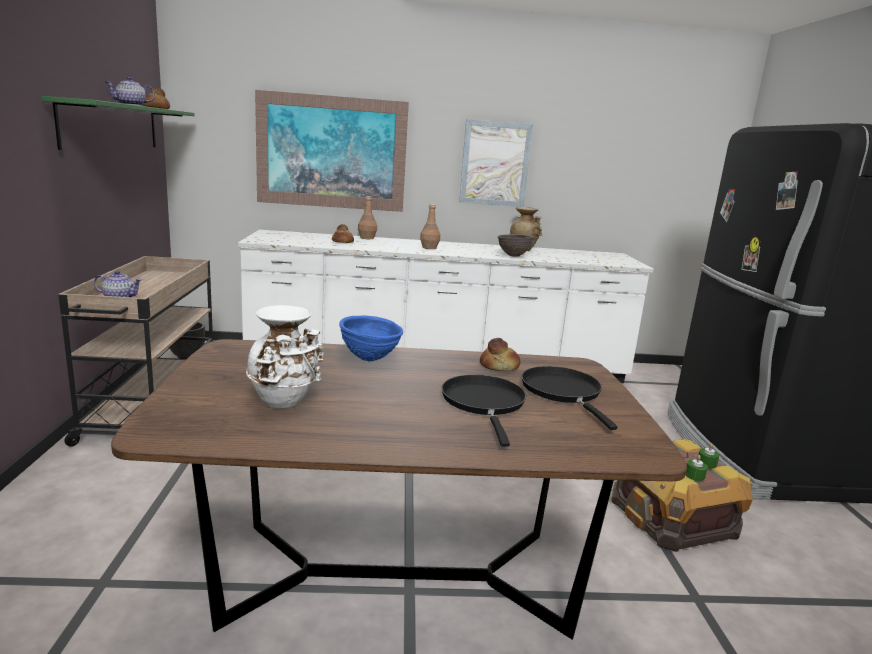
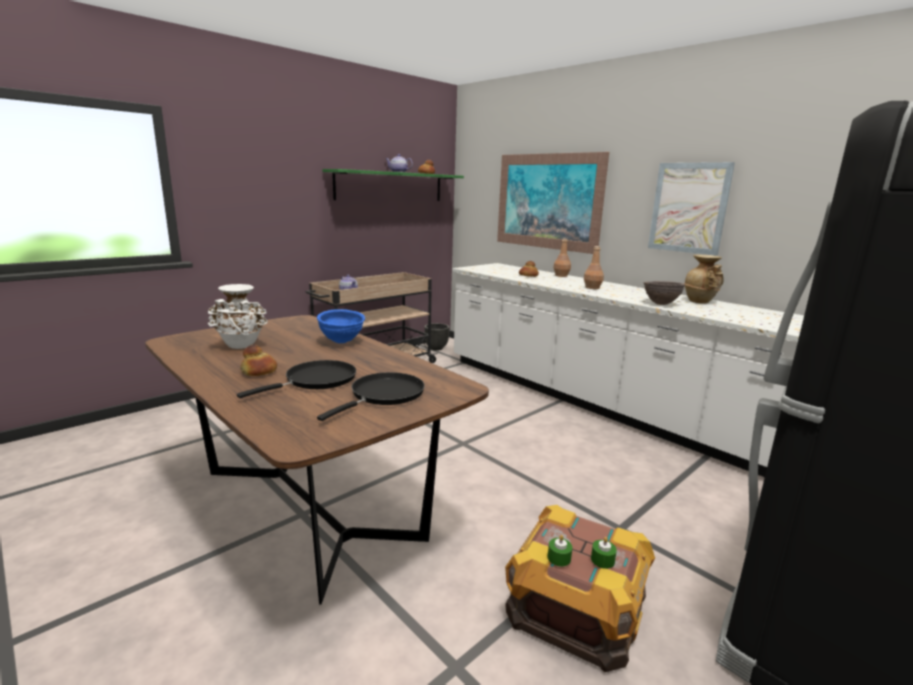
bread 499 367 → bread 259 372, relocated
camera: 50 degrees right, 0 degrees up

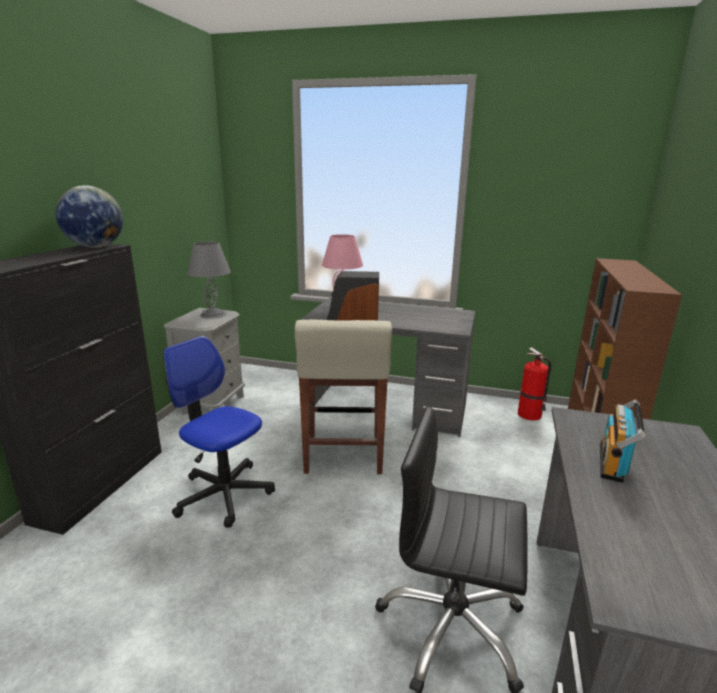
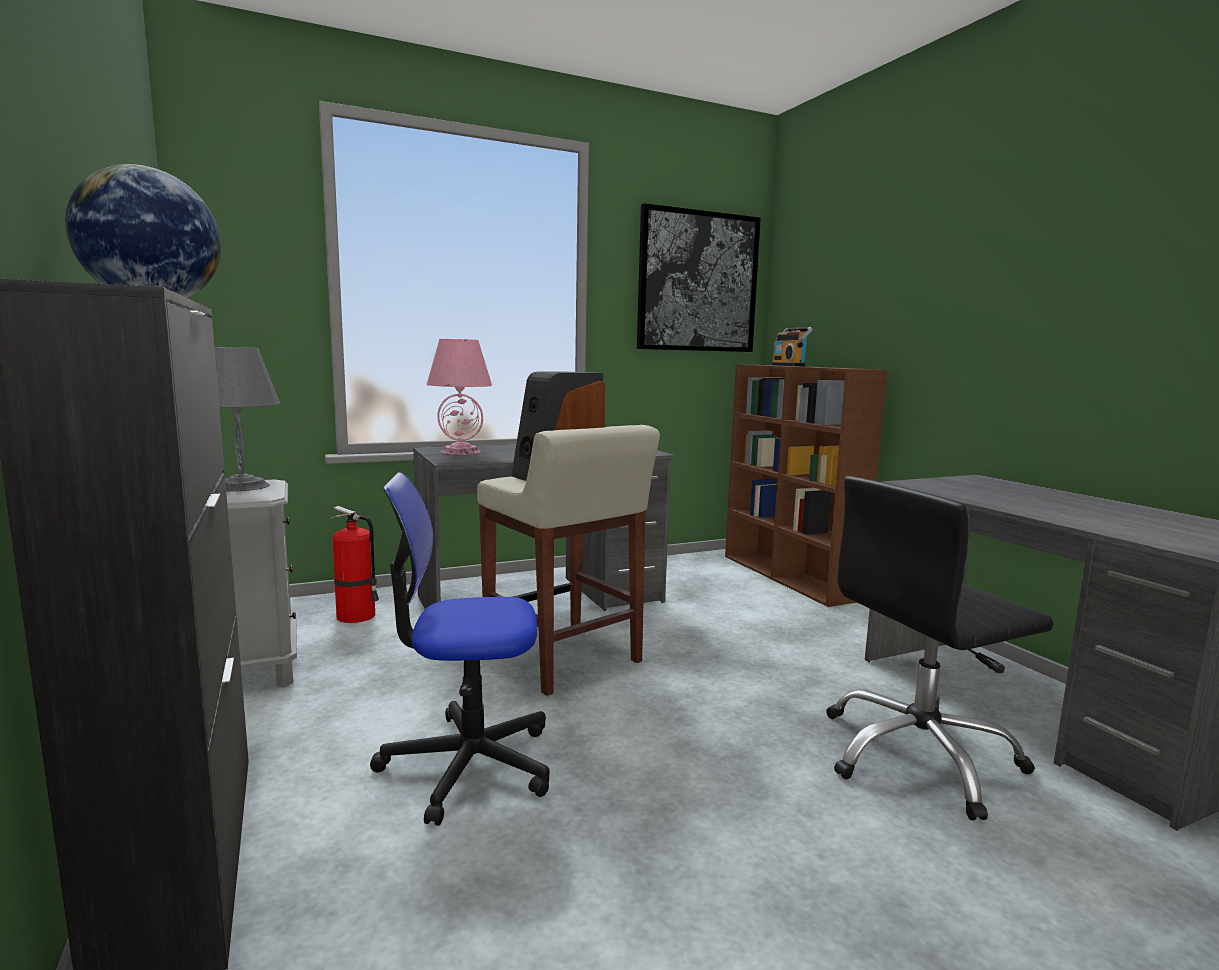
fire_extinguisher 530 415 → fire_extinguisher 358 616, relocated
radio 615 463 → radio 789 365, relocated
- → picture 697 282
camera: 40 degrees left, 10 degrees down

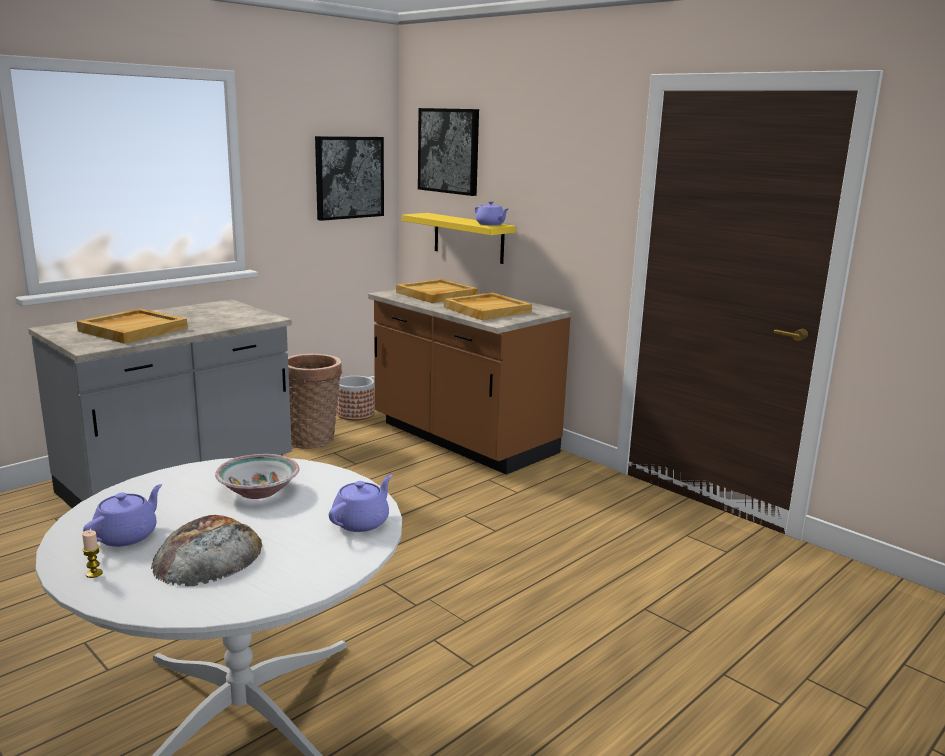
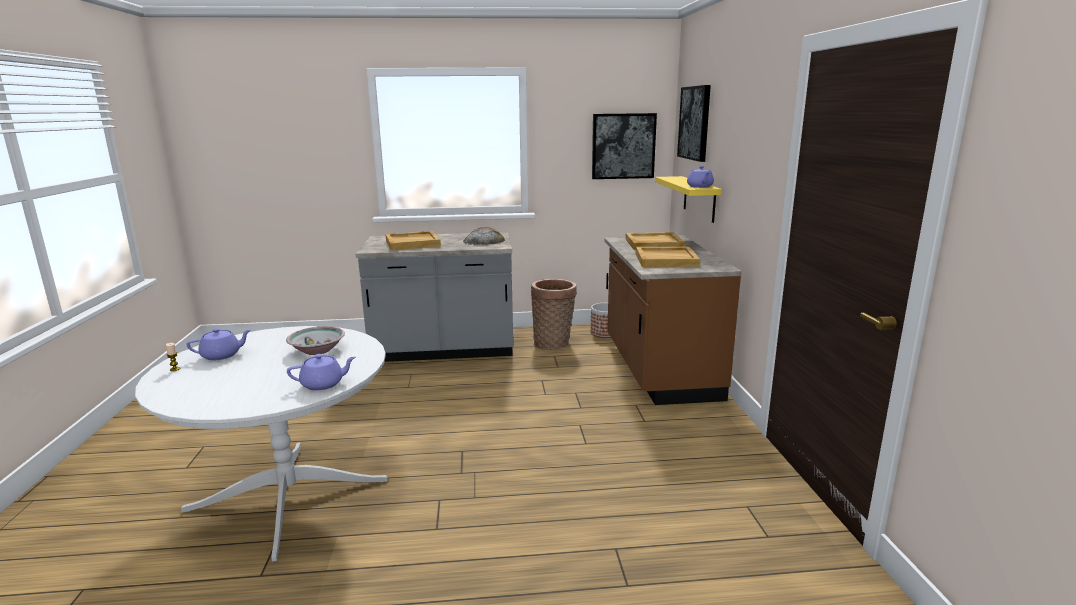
bread 208 555 → bread 484 240, relocated
camera: 40 degrees right, 0 degrees up

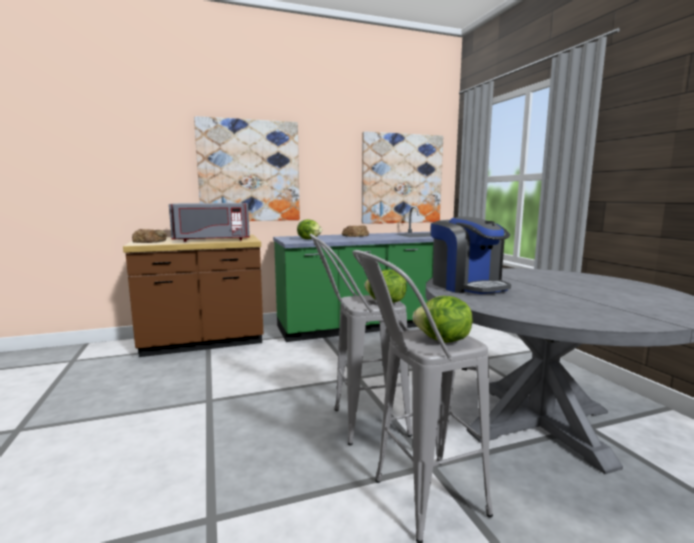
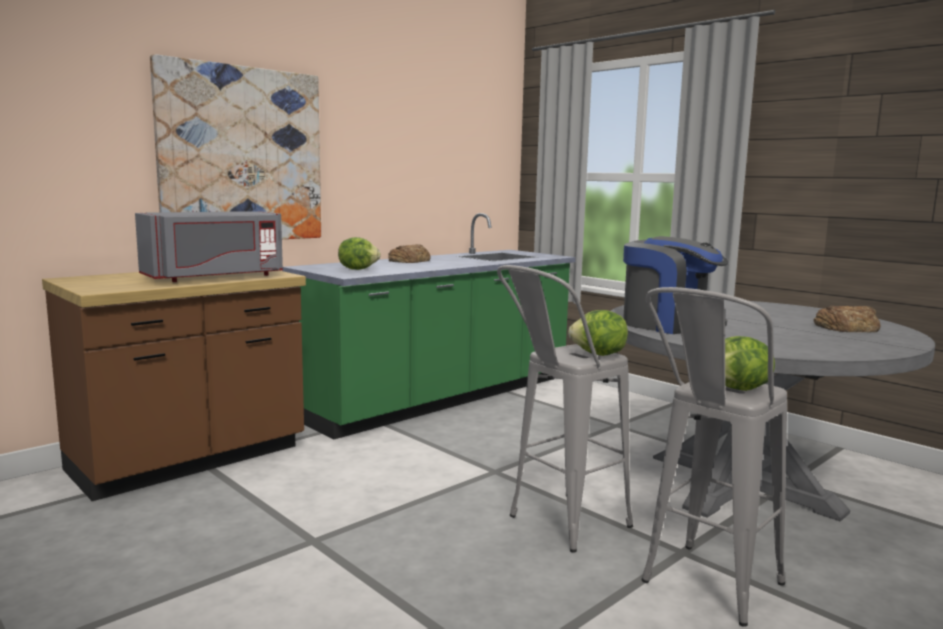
bread 149 241 → bread 847 327, relocated
picture 402 179 → -
camera: 25 degrees left, 0 degrees up

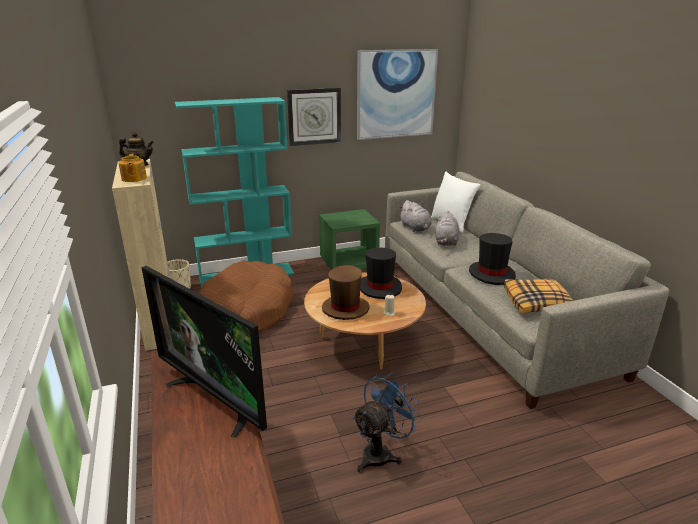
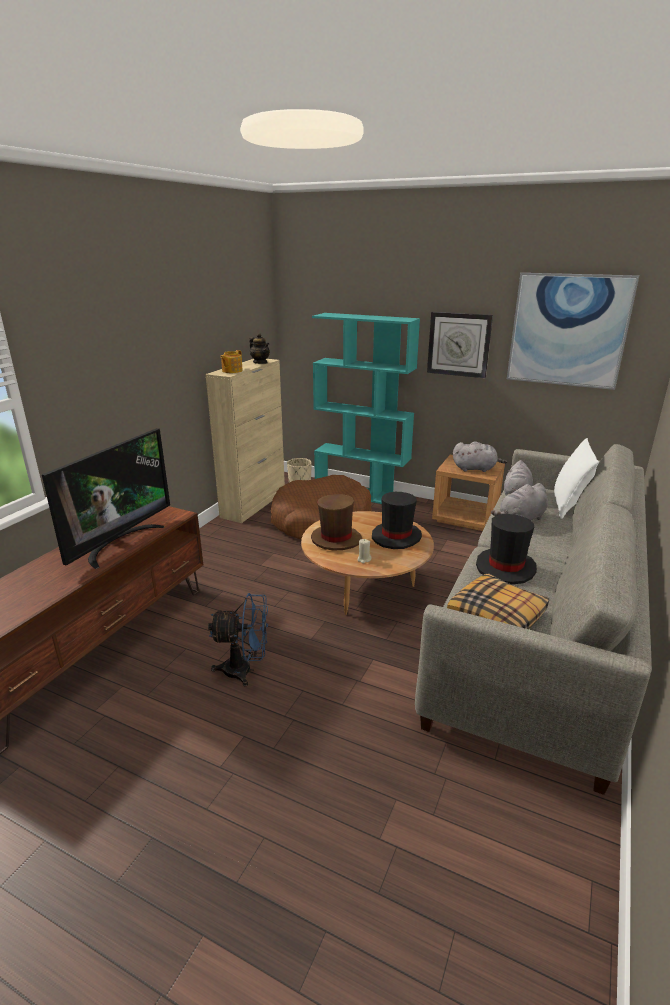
television 216 399 → television 119 543, 150 degrees counterclockwise
green_nightstand 349 263 → brown_nightstand 466 517
- → grey_plush_toy 476 469
camera: 45 degrees right, 0 degrees up

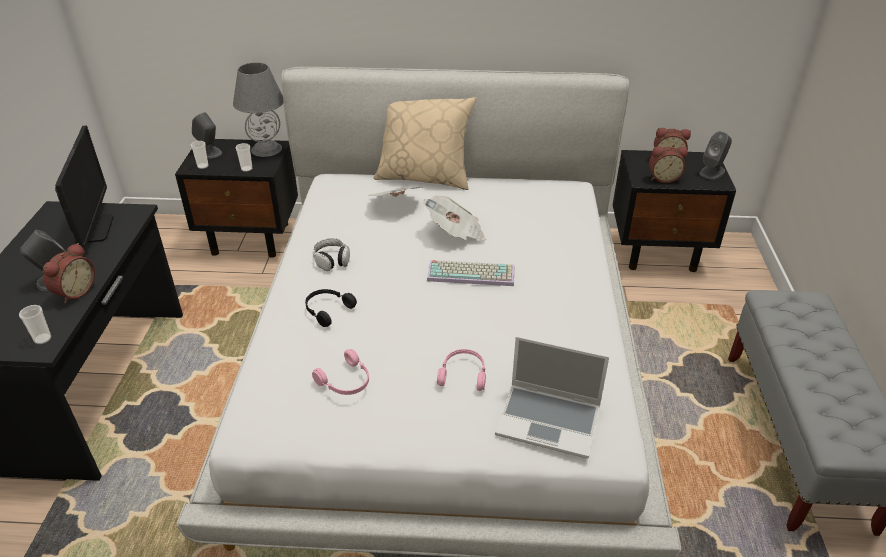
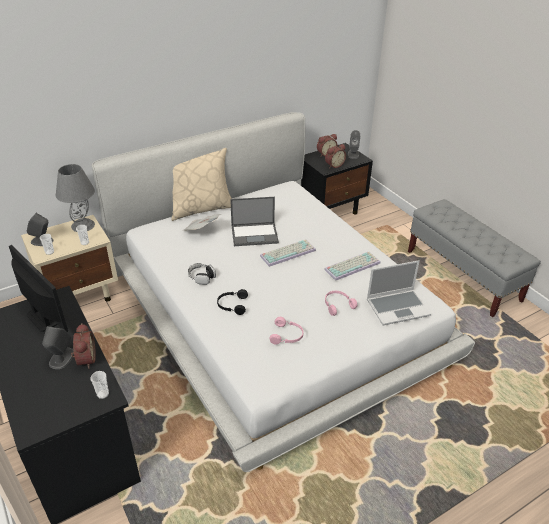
black_nightstand 252 238 → beige_nightstand 81 294
newspaper 456 233 → laptop 255 234
- → keyboard 352 265
camera: 35 degrees left, 0 degrees up

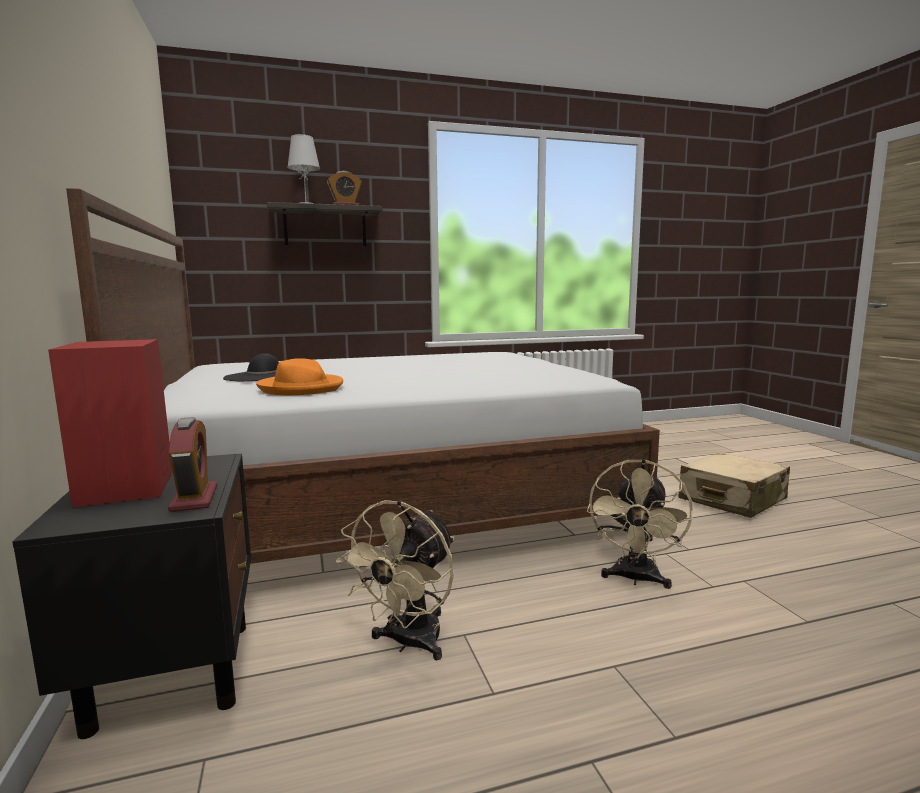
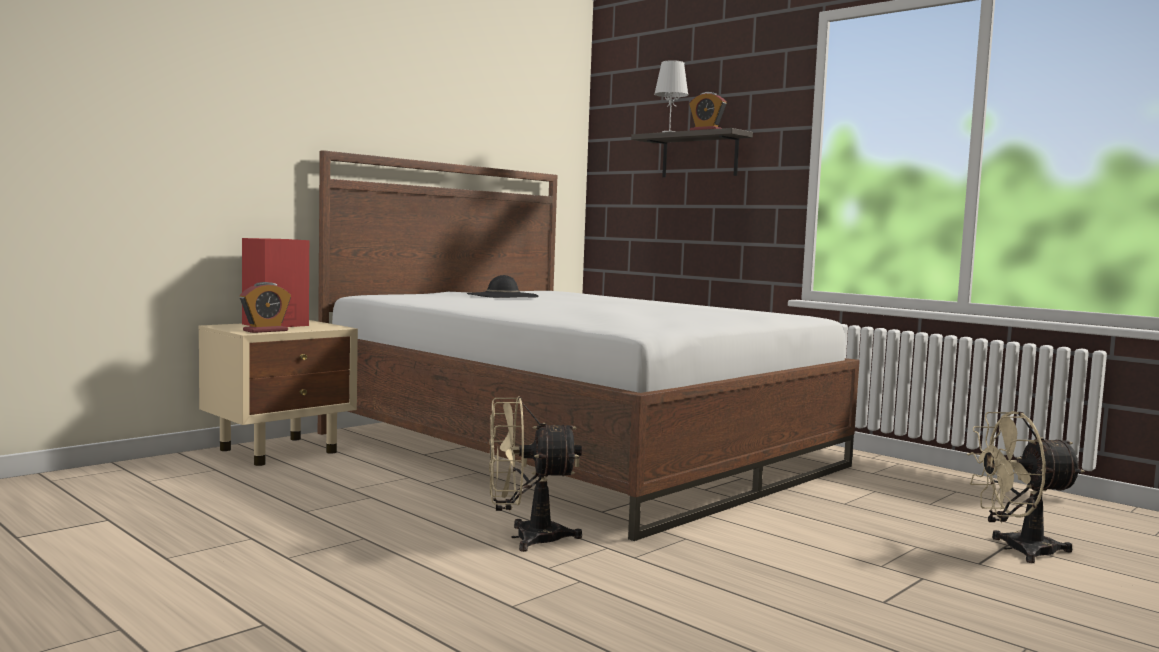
black_nightstand 173 672 → beige_nightstand 280 450
orange_hat 301 388 → -
beige_fan 408 643 → beige_fan 1017 550, relocated
beige_suitcase 732 500 → -
camera: 60 degrees right, 5 degrees down

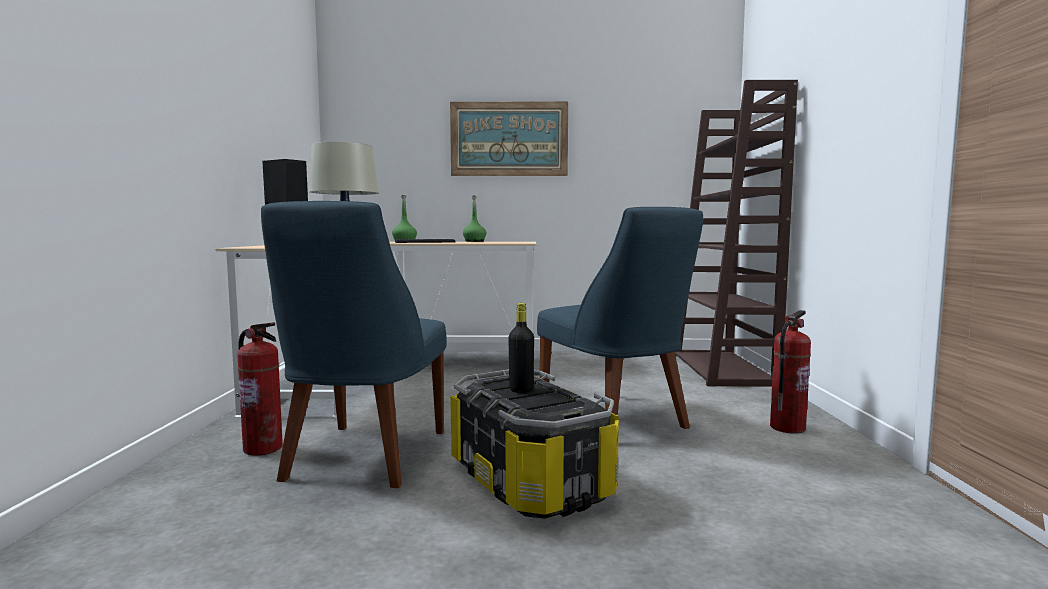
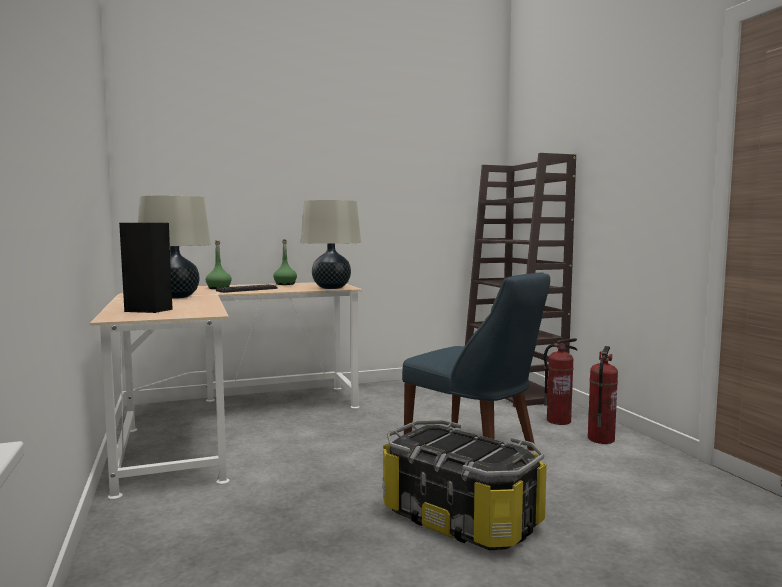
fire_extinguisher 264 448 → fire_extinguisher 558 421, relocated
blue_chair 363 458 → -
picture 509 139 → -
black_bottle 521 390 → -
- → beige_table_lamp 331 288
camera: 20 degrees left, 0 degrees up

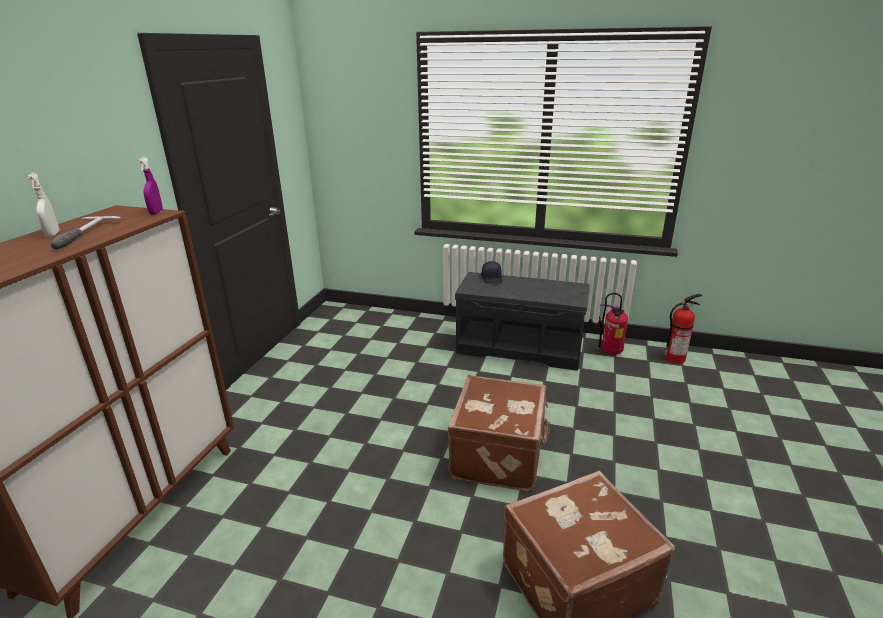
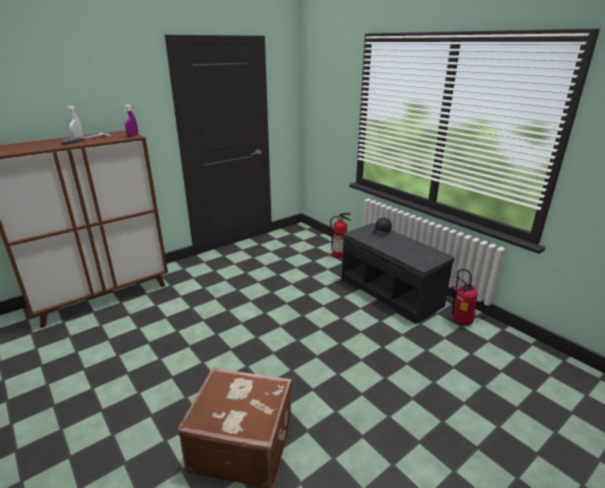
brown_suitcase 499 455 → -
fire_extinguisher 675 358 → fire_extinguisher 339 255, relocated
camera: 35 degrees right, 0 degrees up

